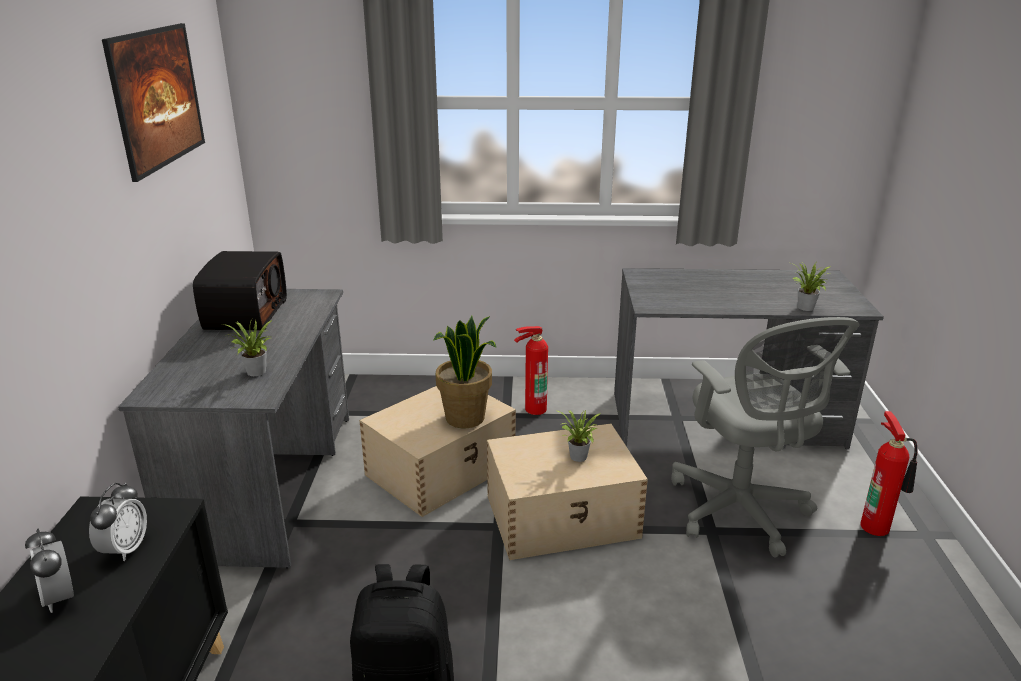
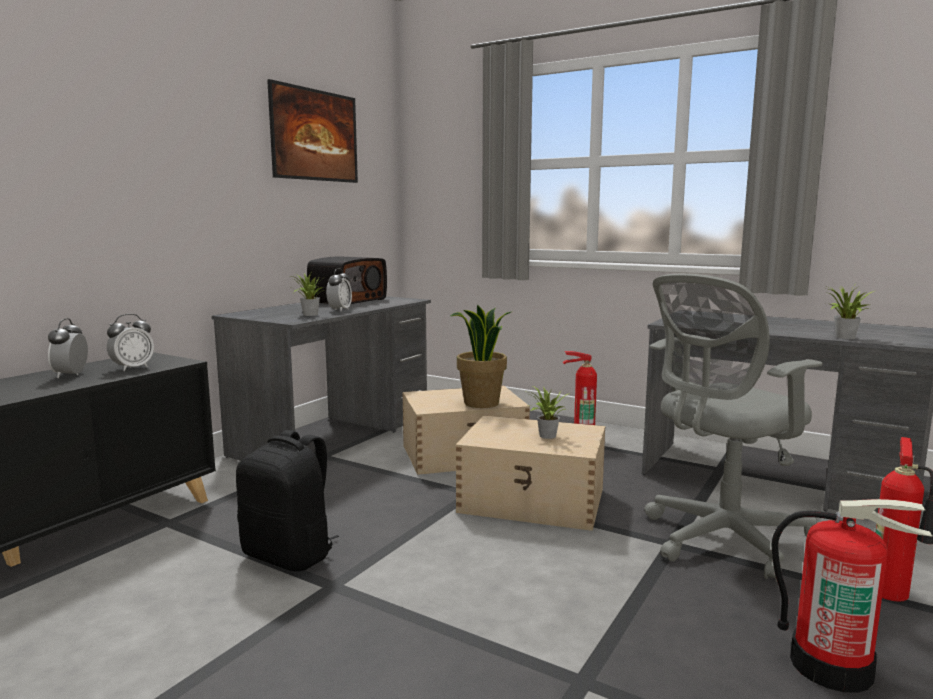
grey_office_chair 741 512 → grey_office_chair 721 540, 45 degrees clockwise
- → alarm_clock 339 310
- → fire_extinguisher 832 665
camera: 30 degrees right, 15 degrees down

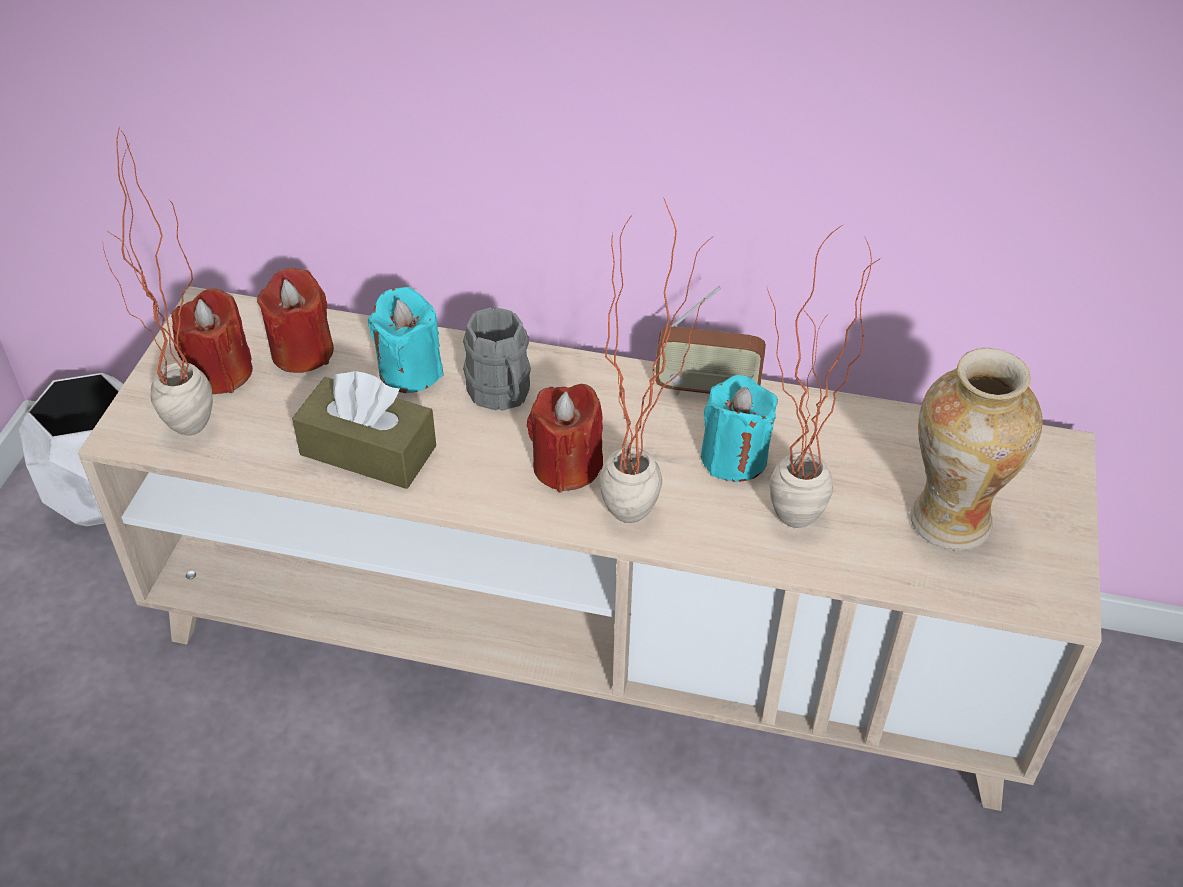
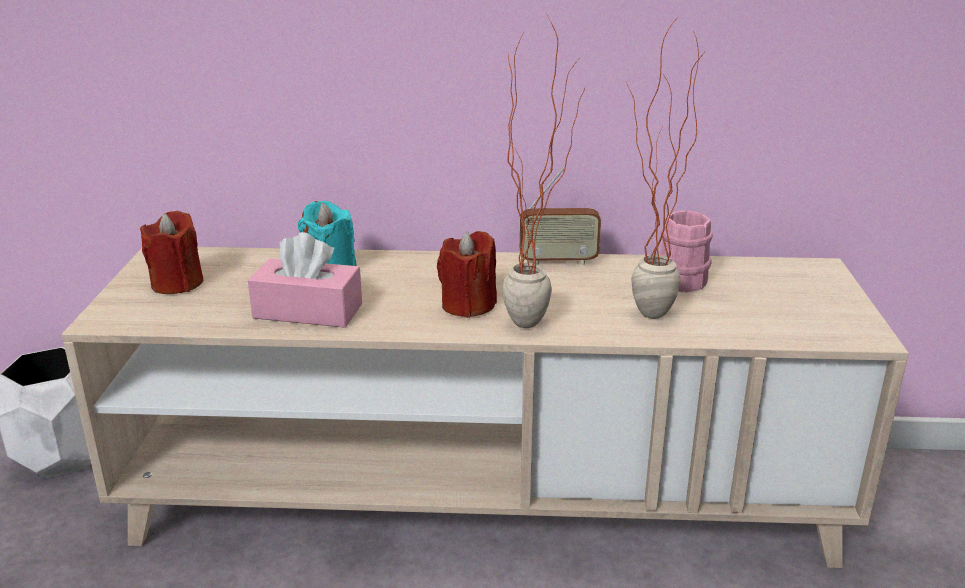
potted_plant 197 438 → -
red_candle 302 352 → -
brown_tissue_box 368 450 → pink_tissue_box 308 311
grey_mug 501 395 → -
turquoise_candle 734 458 → -
vase 948 522 → -
- → pink_mug 684 278
camera: 10 degrees left, 20 degrees down

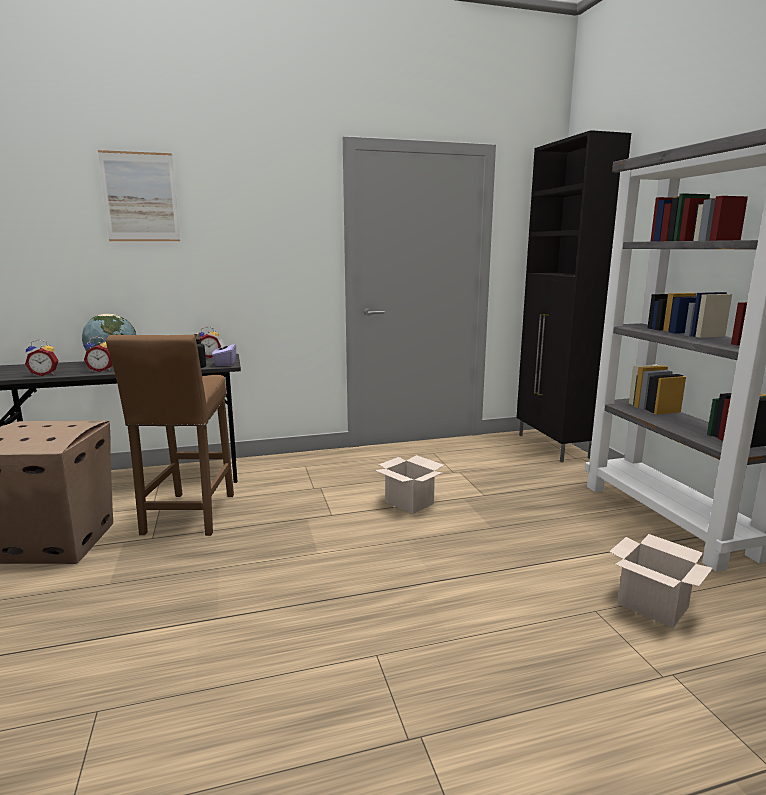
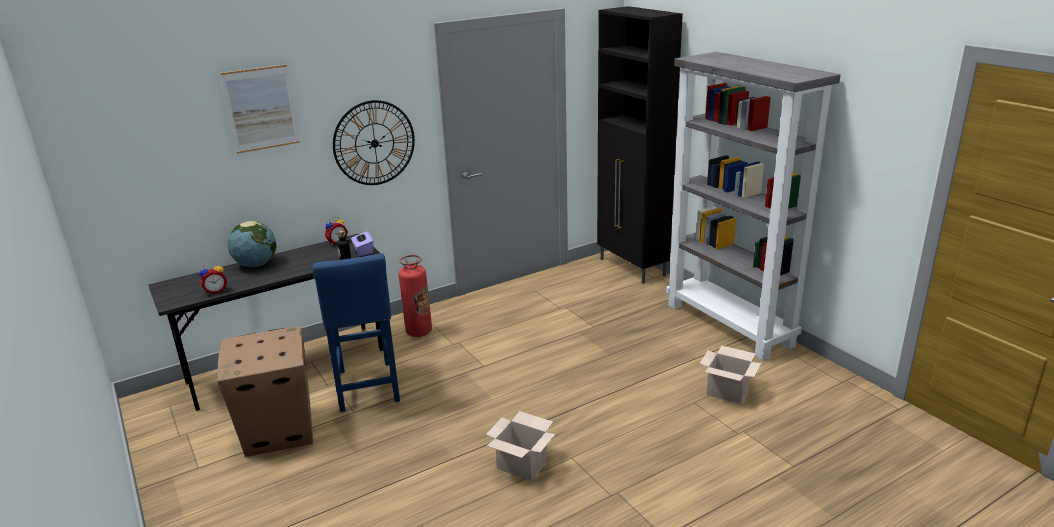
alarm_clock 101 370 → -
brown_stool 188 516 → blue_stool 367 389
cardboard_box 410 503 → cardboard_box 523 465, relocated
- → wall_clock 374 143
- → fire_extinguisher 419 332
camera: 15 degrees left, 10 degrees up

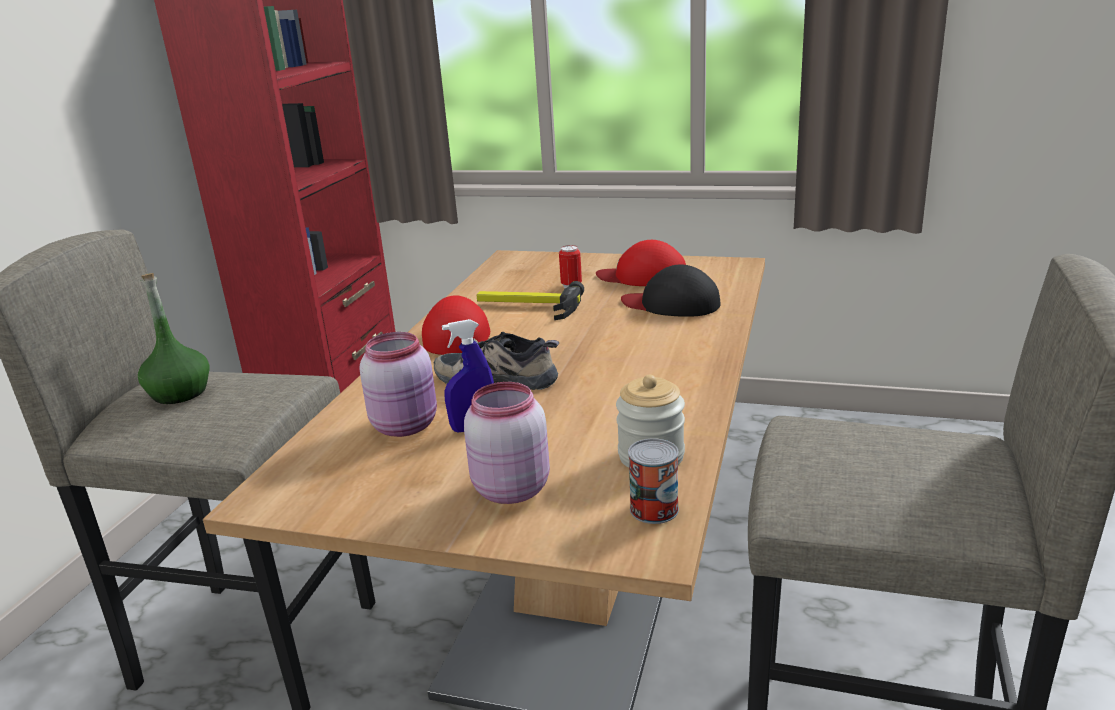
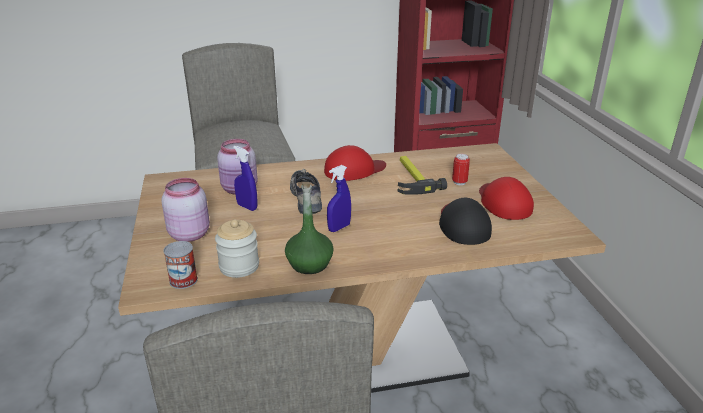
green_bottle 179 393 → green_bottle 309 264, relocated
- → blue_spray_bottle 339 228
camera: 60 degrees right, 5 degrees up

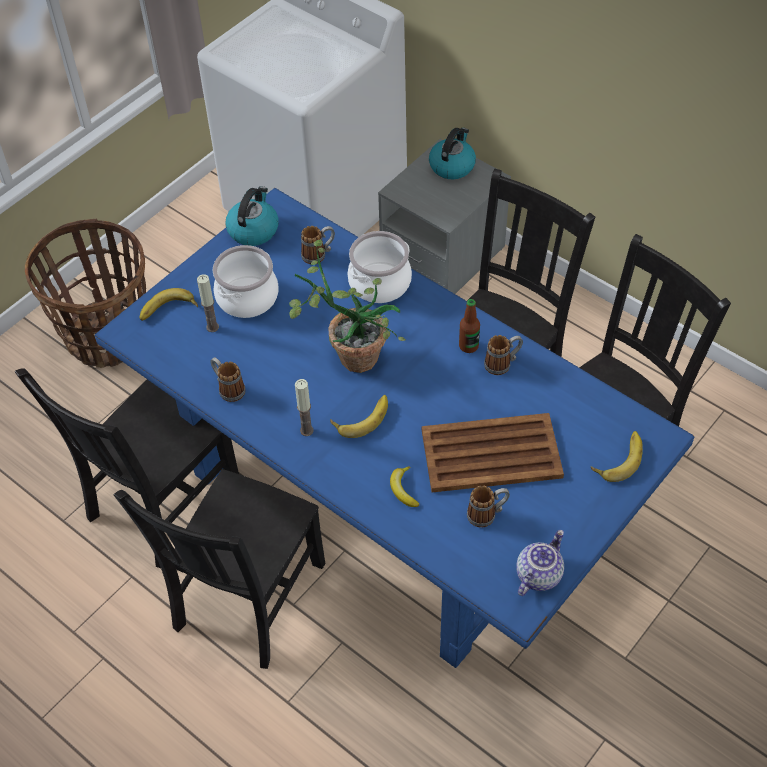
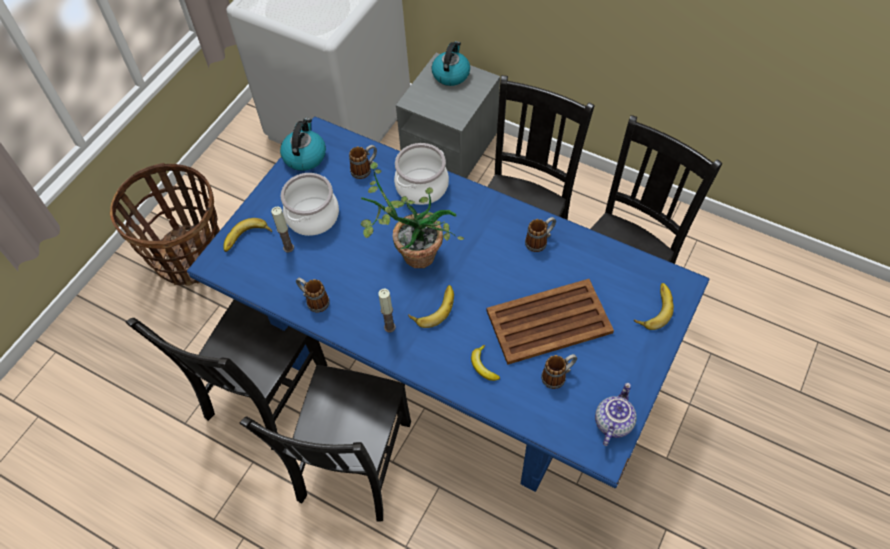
bottle 468 346 → -
camera: 10 degrees left, 5 degrees up

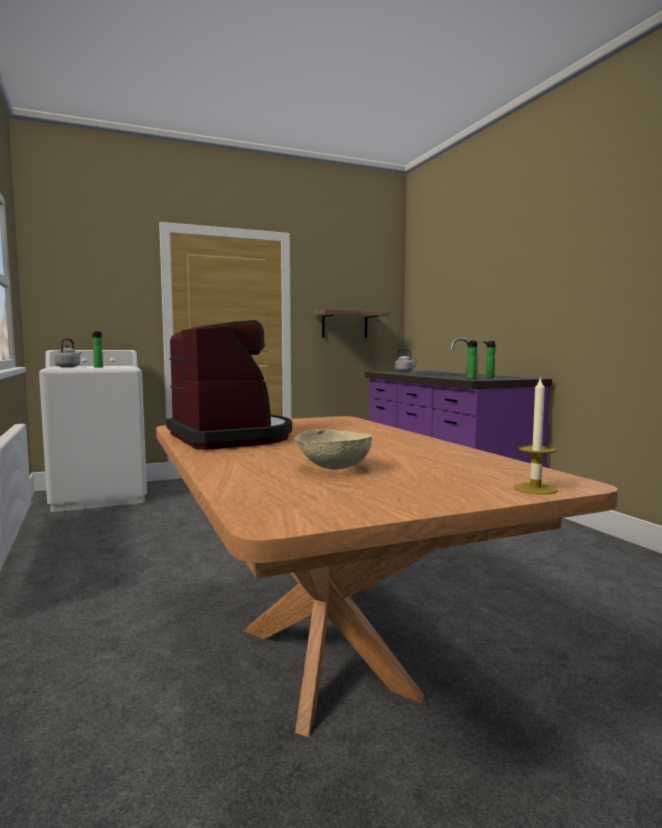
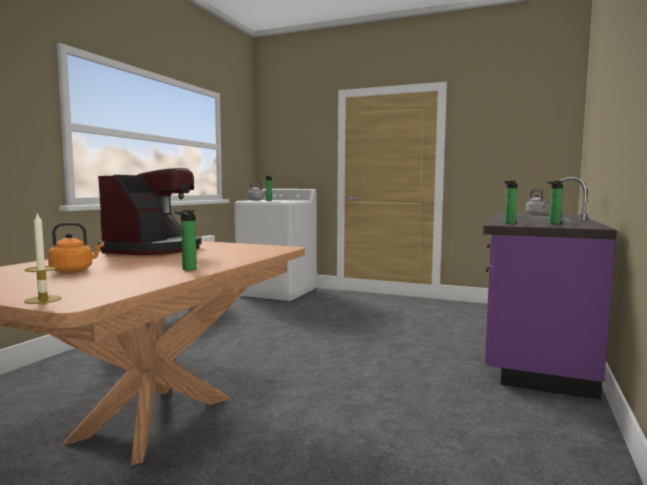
beige_bowl 332 467 → orange_kettle 74 270
shelf 344 324 → -
- → bottle 187 269
camera: 45 degrees right, 0 degrees up

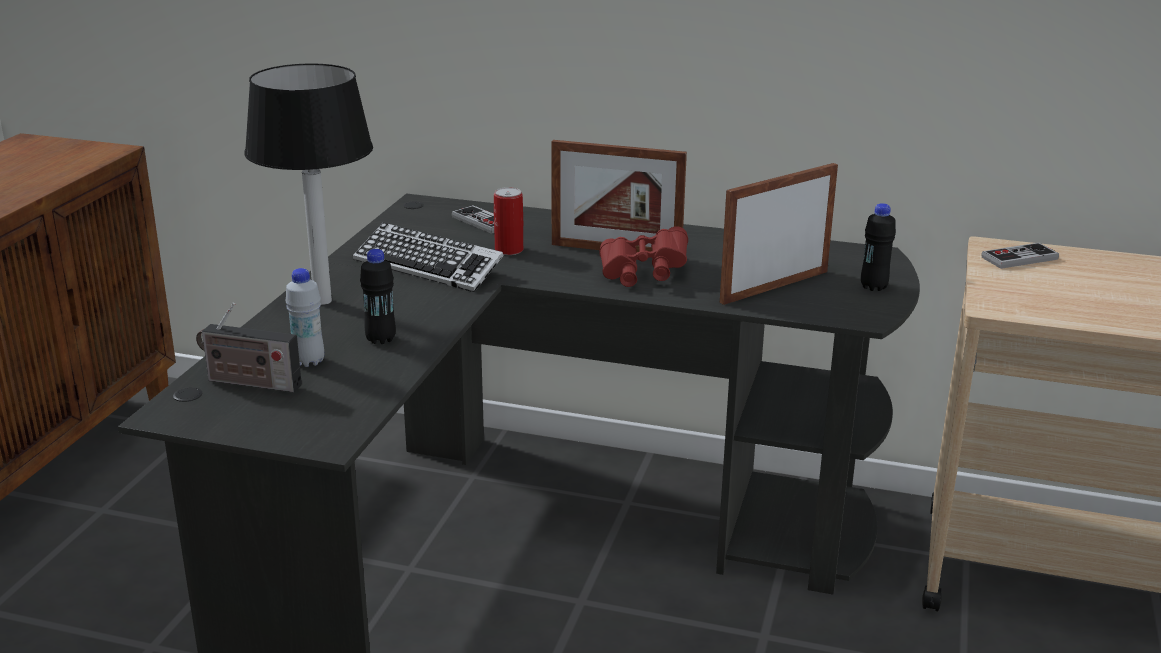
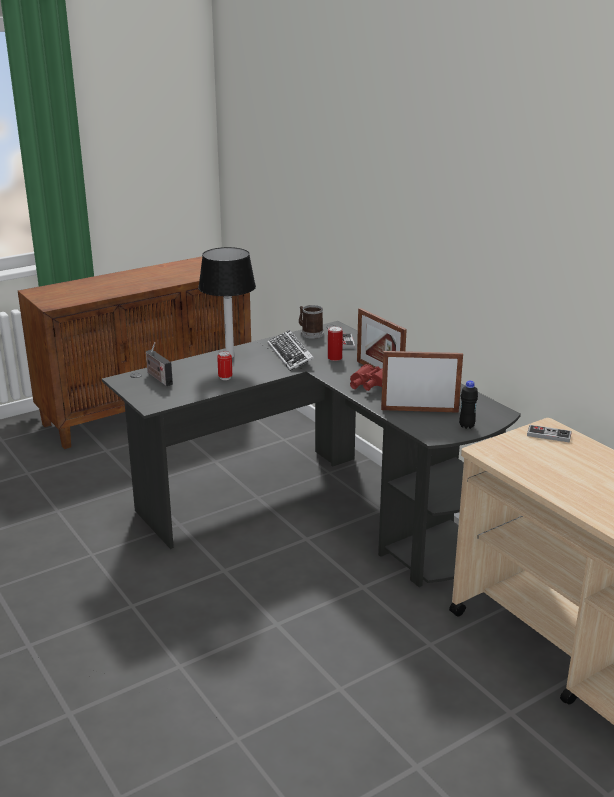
white_bottle 309 361 → -
black_bottle 380 339 → can 225 377
- → mug 310 333
camera: 40 degrees right, 0 degrees up

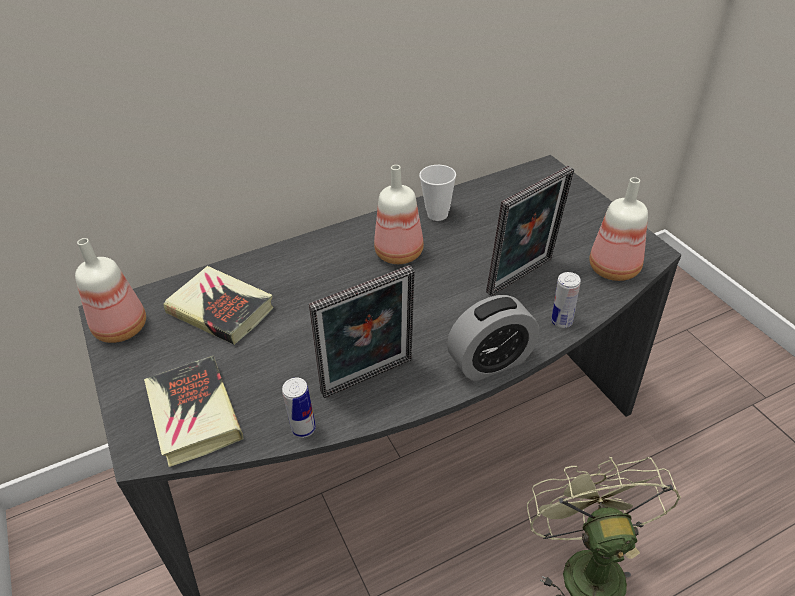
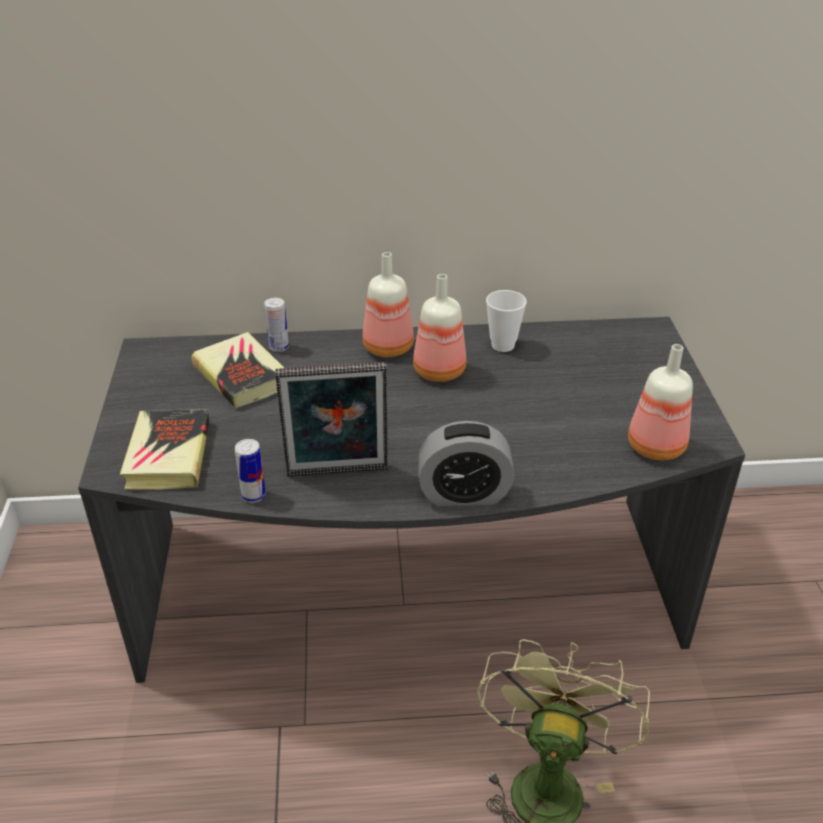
bottle 123 329 → bottle 389 348, relocated
picture_frame 523 278 → -
can 562 321 → can 279 347, relocated
camera: 20 degrees right, 5 degrees down

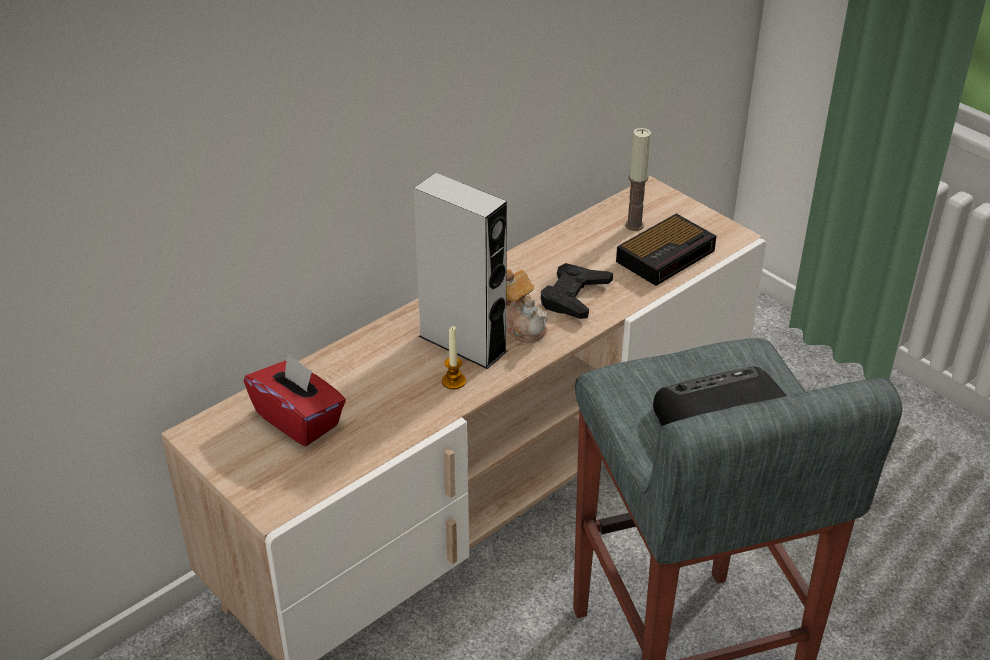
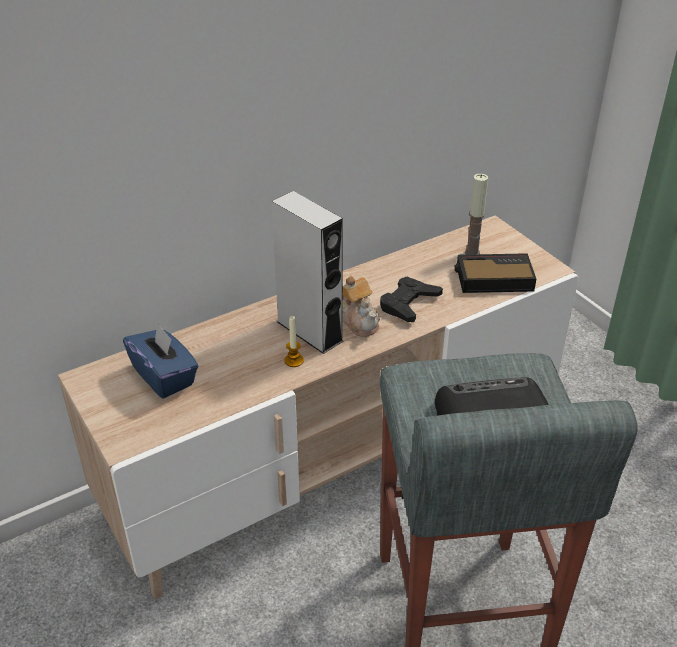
red_tissue_box 299 419 → blue_tissue_box 164 377
alarm_clock 667 255 → alarm_clock 492 279, 150 degrees counterclockwise
camera: 10 degrees right, 0 degrees up

